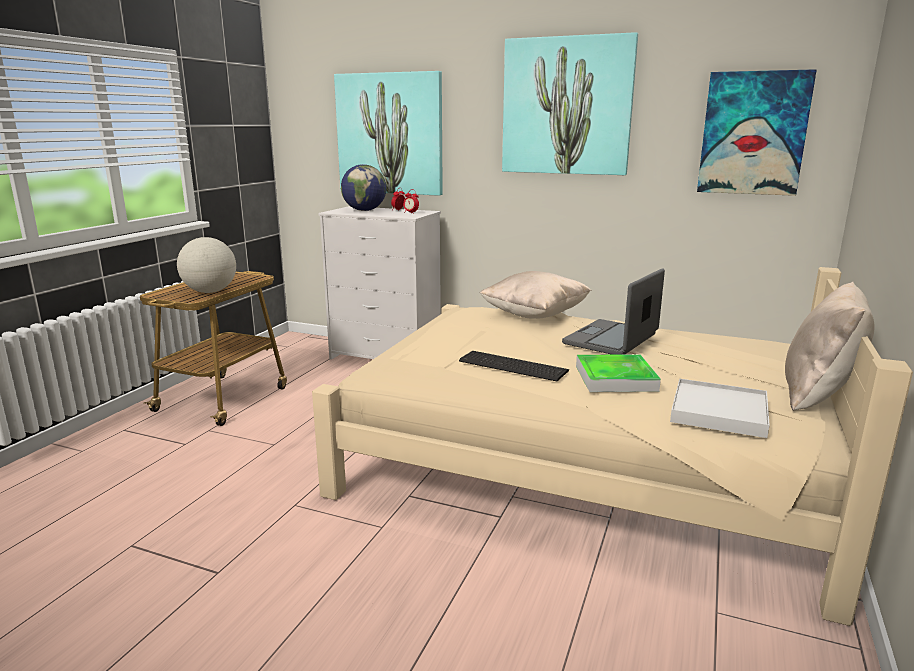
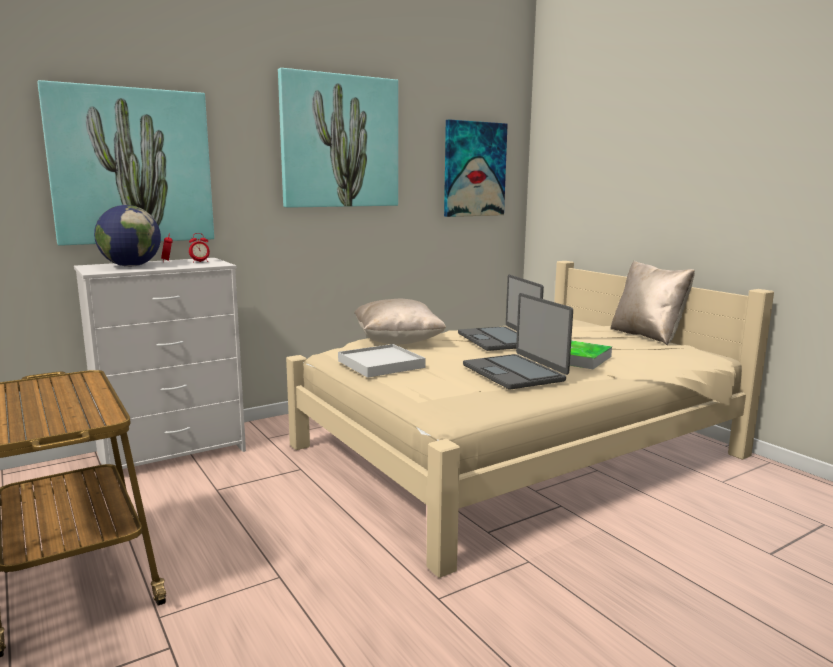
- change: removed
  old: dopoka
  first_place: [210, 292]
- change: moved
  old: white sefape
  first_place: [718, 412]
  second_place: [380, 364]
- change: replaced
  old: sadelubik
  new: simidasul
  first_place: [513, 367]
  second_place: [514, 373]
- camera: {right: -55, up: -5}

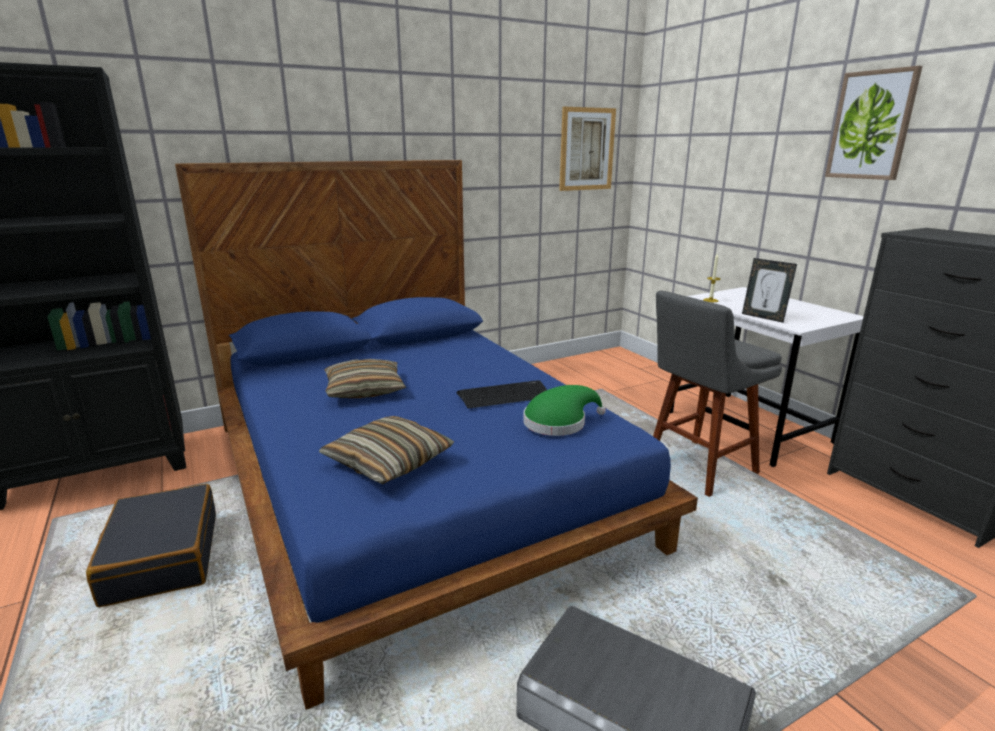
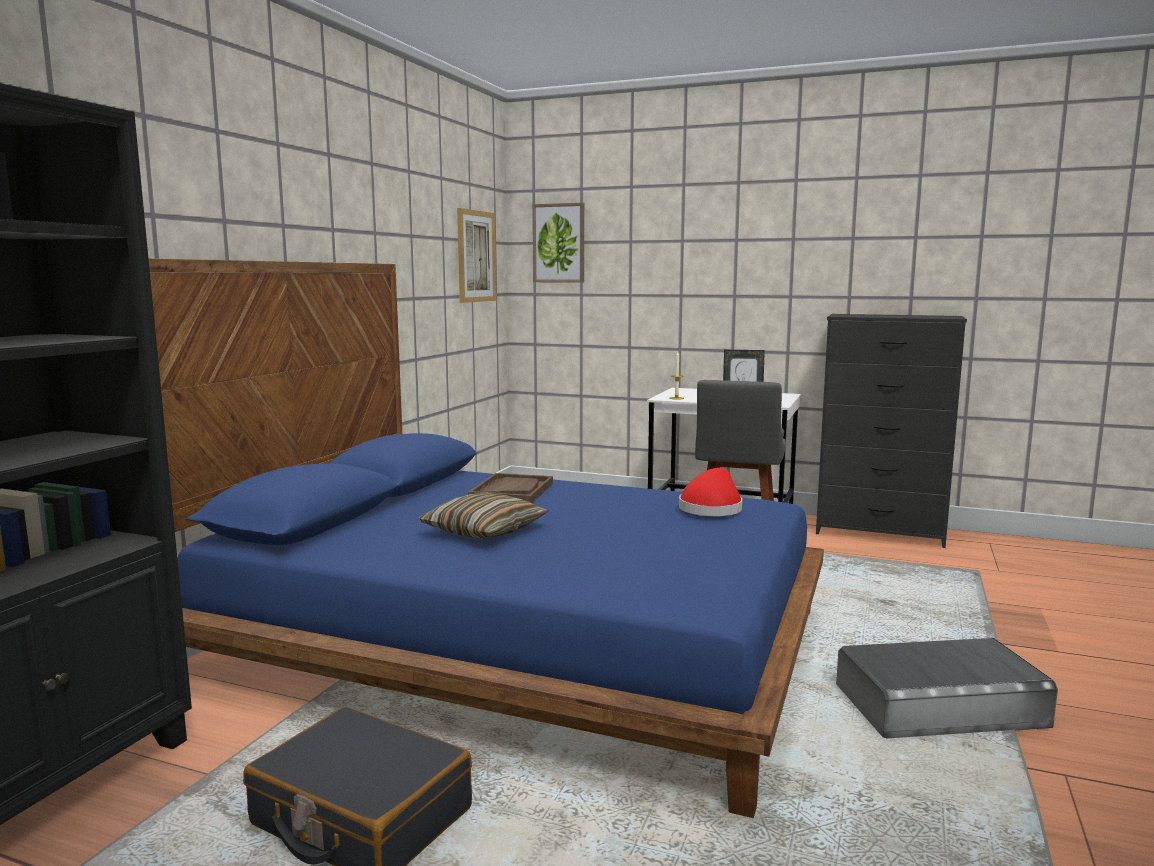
- change: removed
  old: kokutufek
  first_place: [388, 461]
- change: removed
  old: sadelubik
  first_place: [504, 395]
- change: added
  new: brown sefape
  second_place: [512, 491]
- change: moved
  old: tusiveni
  first_place: [871, 125]
  second_place: [559, 243]
- change: recoloured
  old: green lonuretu
  new: red lonuretu
  first_place: [559, 422]
  second_place: [711, 508]
- camera: {right: -40, up: -10}

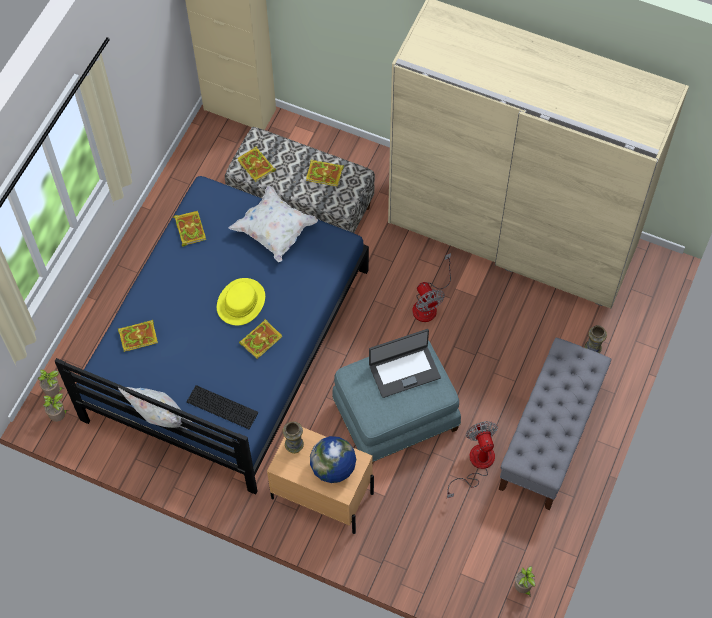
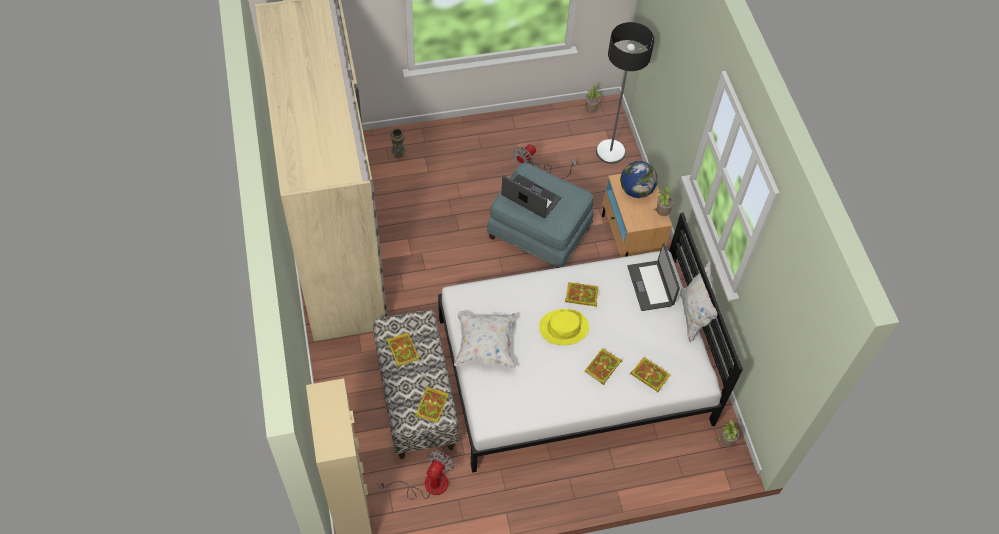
- change: removed
  old: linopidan
  first_place: [294, 446]
- change: removed
  old: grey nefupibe
  first_place: [549, 437]
- change: added
  new: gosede
  second_place: [610, 152]
- change: moved
  old: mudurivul
  first_place: [54, 392]
  second_place: [661, 213]
- change: moved
  old: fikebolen
  first_place: [189, 228]
  second_place: [602, 368]
- change: moved
  old: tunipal
  first_place: [428, 303]
  second_place: [427, 485]
- change: replaced
  old: sadelubik
  new: simidasul
  first_place: [222, 407]
  second_place: [651, 286]
- change: recoloured
  old: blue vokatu
  new: white vokatu
  first_place: [227, 343]
  second_place: [573, 370]
- camera: {right: -130, up: -5}

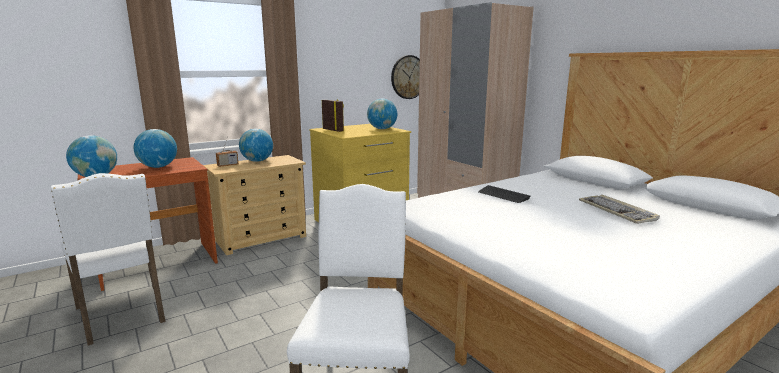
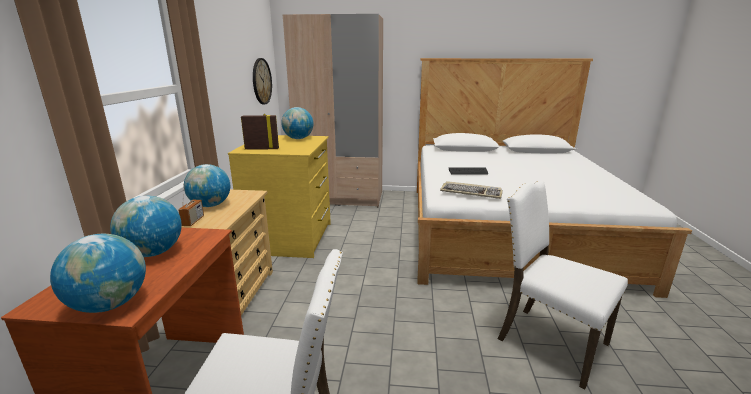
- change: moved
  old: sadelubik
  first_place: [617, 211]
  second_place: [471, 192]
- camera: {right: -50, up: 5}

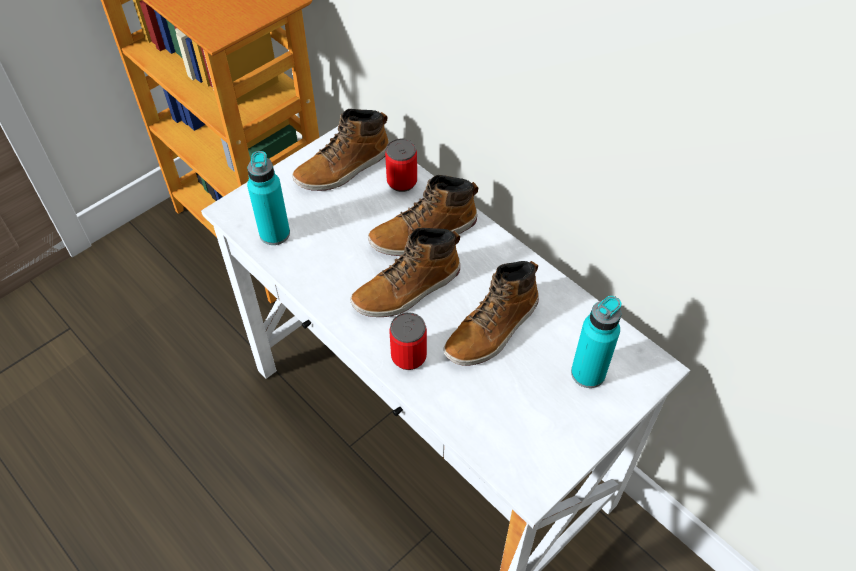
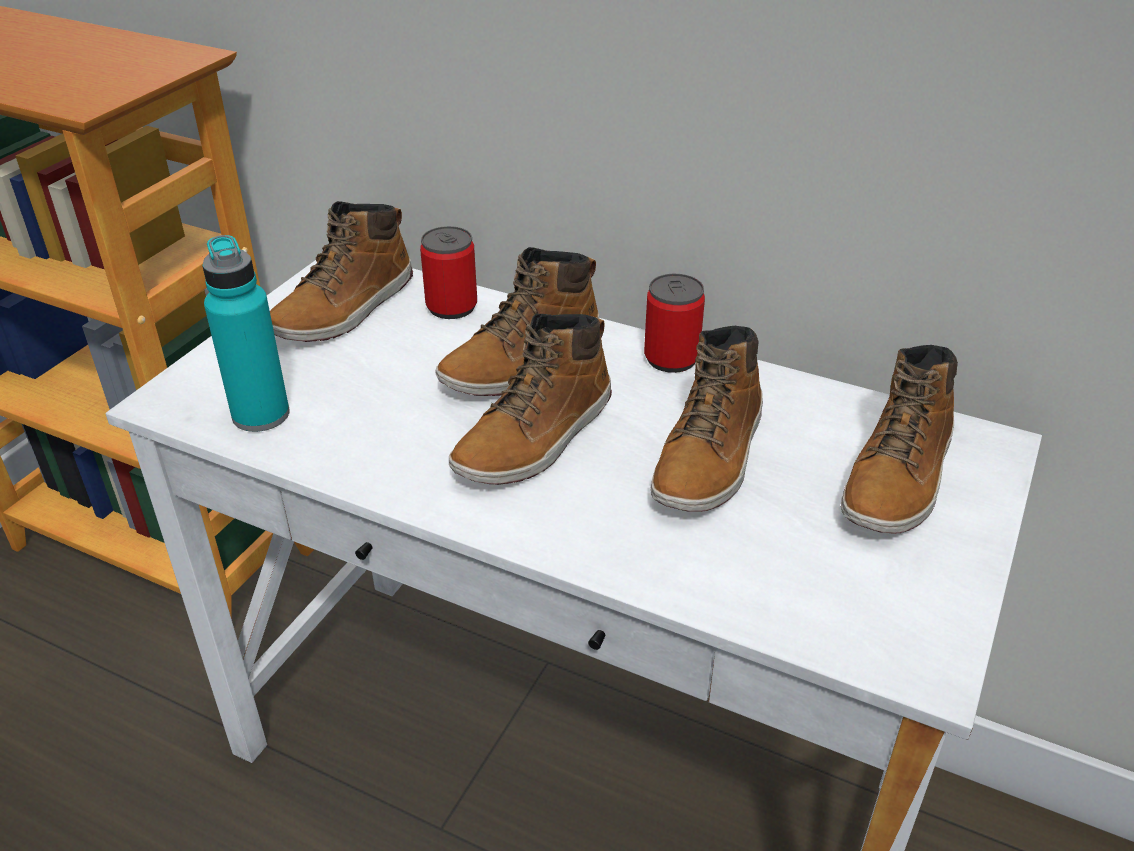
- change: moved
  old: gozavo
  first_place: [408, 356]
  second_place: [671, 358]
- change: replaced
  old: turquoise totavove
  new: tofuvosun
  first_place: [588, 373]
  second_place: [898, 477]
- camera: {right: -20, up: -15}

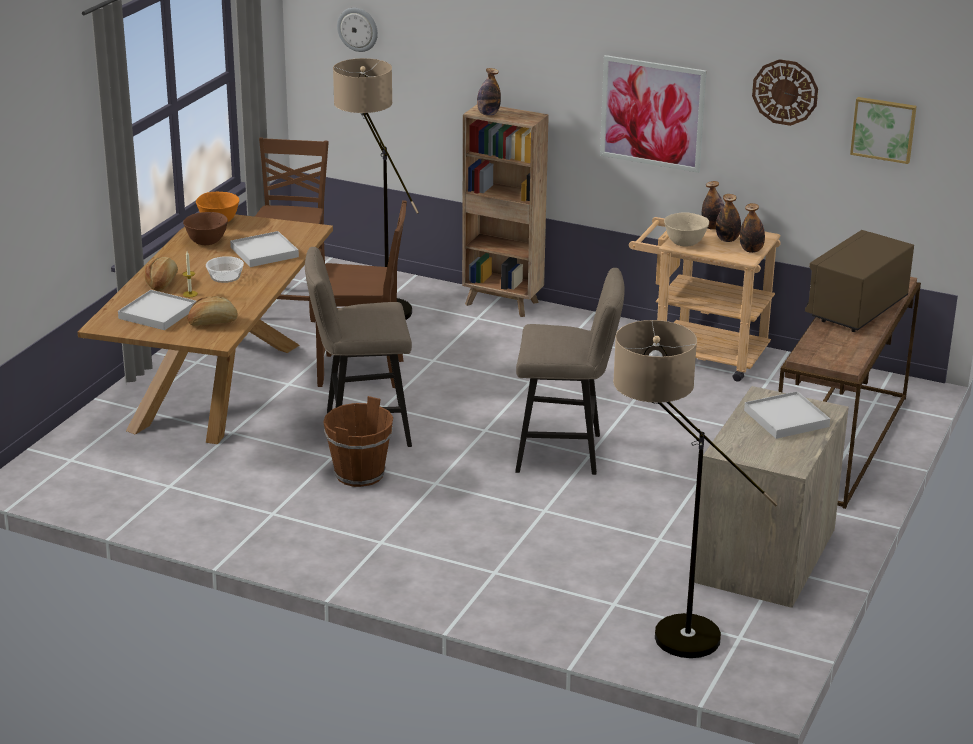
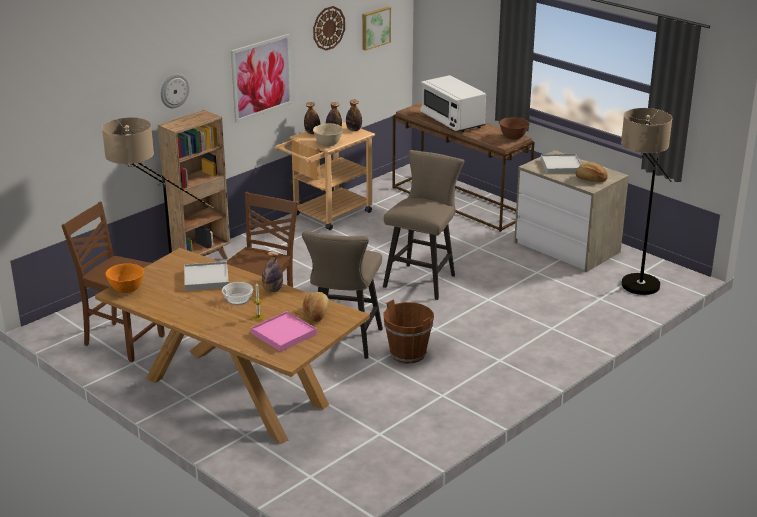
- change: moved
  old: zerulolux
  first_place: [162, 283]
  second_place: [590, 179]
- change: moved
  old: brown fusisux
  first_place: [207, 242]
  second_place: [513, 137]
- change: moved
  old: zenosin
  first_place: [358, 29]
  second_place: [174, 90]
- change: moved
  old: totavove
  first_place: [488, 114]
  second_place: [272, 290]
- change: recoloured
  old: white sefape
  new: pink sefape
  first_place: [157, 313]
  second_place: [283, 334]
- change: recoloured
  old: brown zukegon
  new: white zukegon
  first_place: [856, 308]
  second_place: [452, 121]
- camera: {right: -70, up: 0}

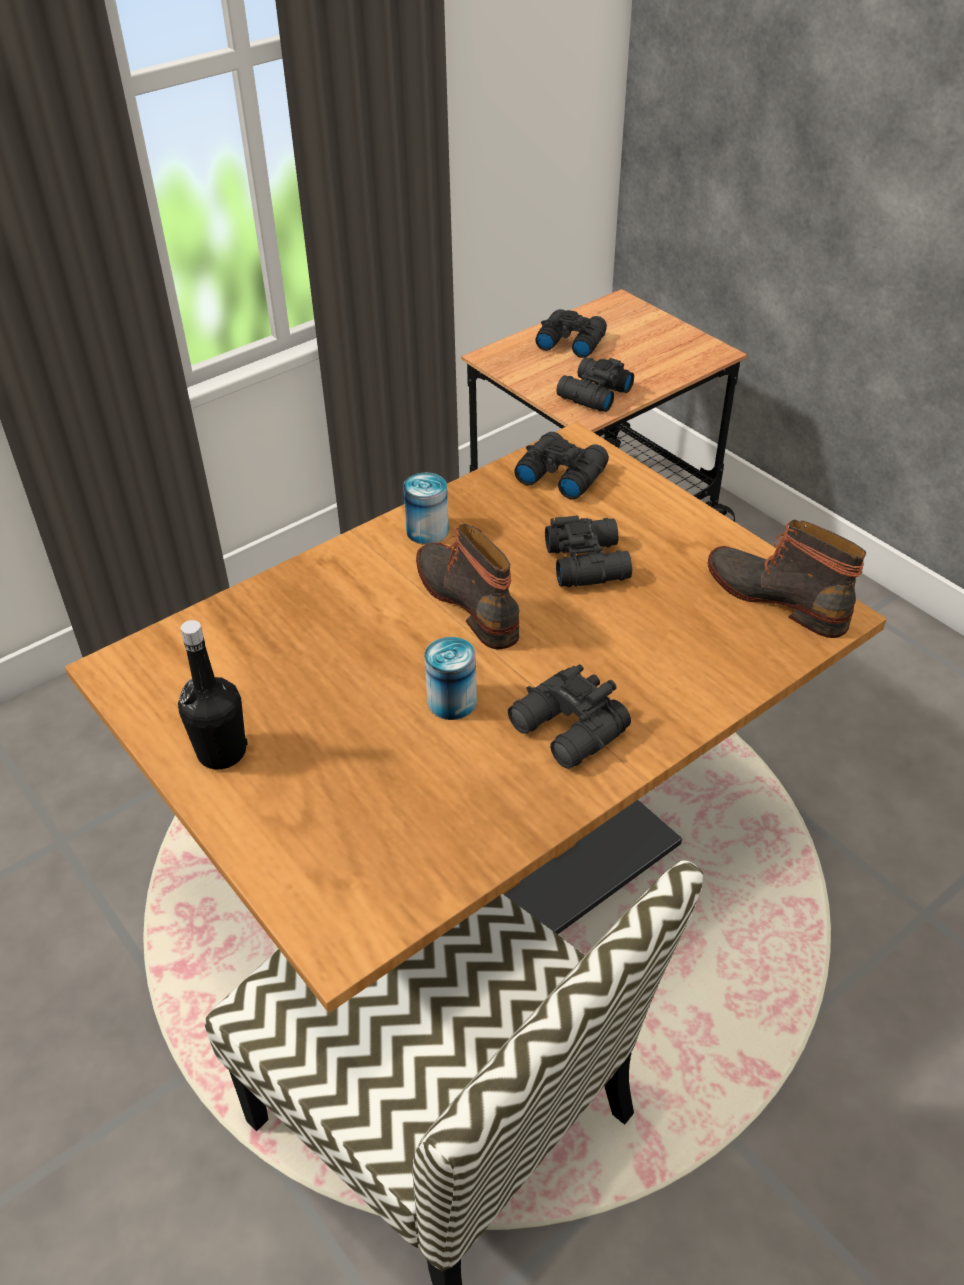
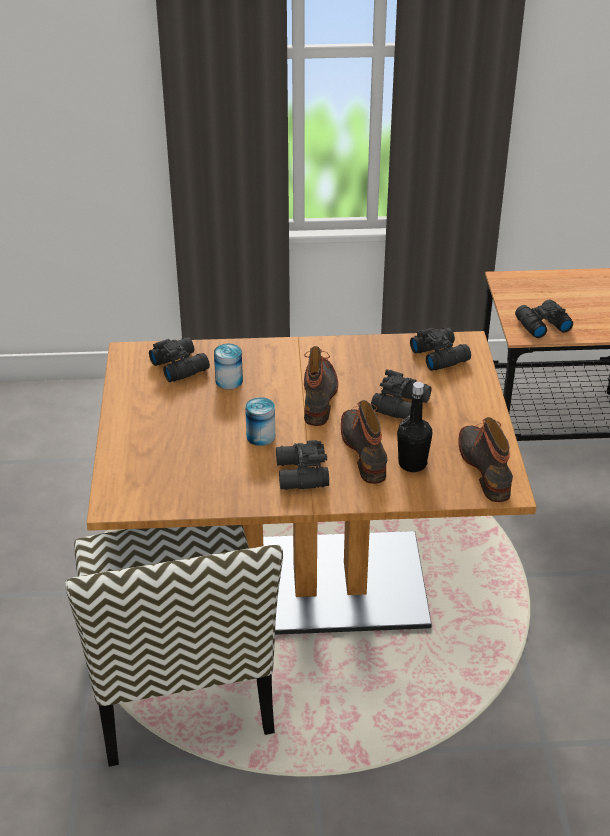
- change: added
  new: tofuvosun
  second_place: [365, 450]
- change: moved
  old: black totavove
  first_place: [222, 752]
  second_place: [412, 464]
- change: moved
  old: gozavo
  first_place: [427, 531]
  second_place: [229, 381]
- change: moved
  old: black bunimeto
  first_place: [570, 342]
  second_place: [180, 365]
- camera: {right: 35, up: -5}

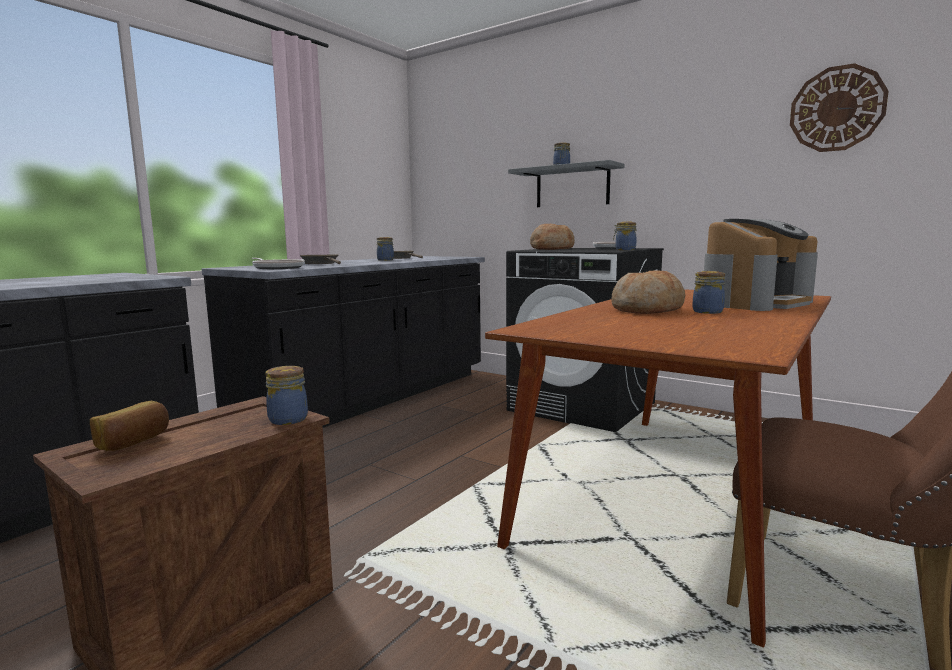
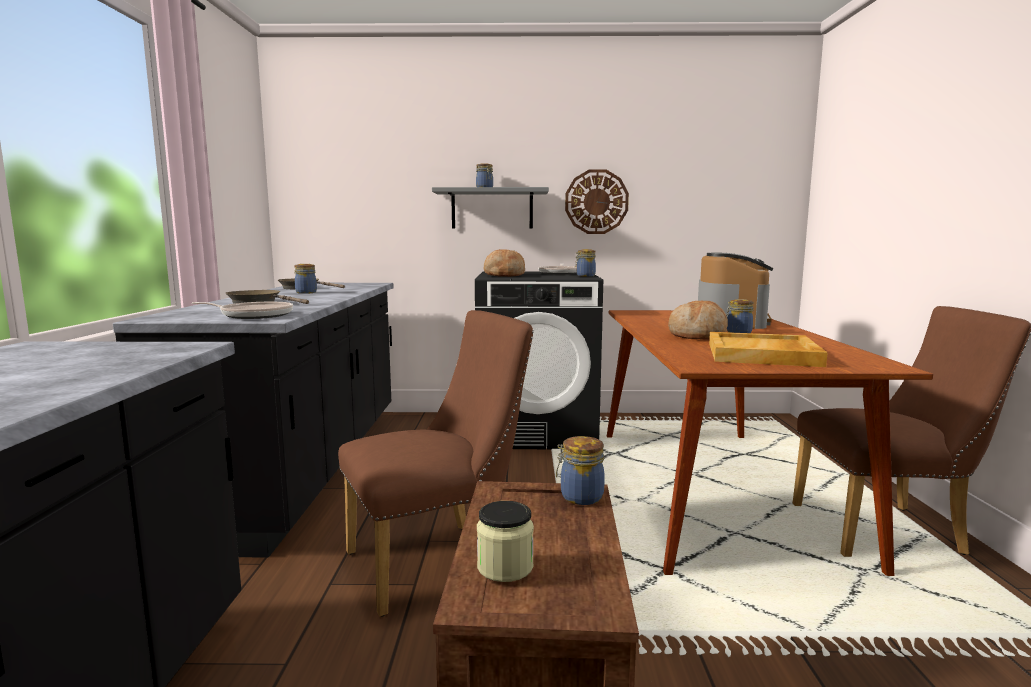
- change: added
  new: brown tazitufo
  second_place: [440, 562]
- change: added
  new: beige sefape
  second_place: [763, 354]
- change: moved
  old: zenosin
  first_place: [837, 109]
  second_place: [596, 202]
- change: replaced
  old: zerulolux
  new: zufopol
  first_place: [134, 441]
  second_place: [505, 567]
- camera: {right: -35, up: 0}

